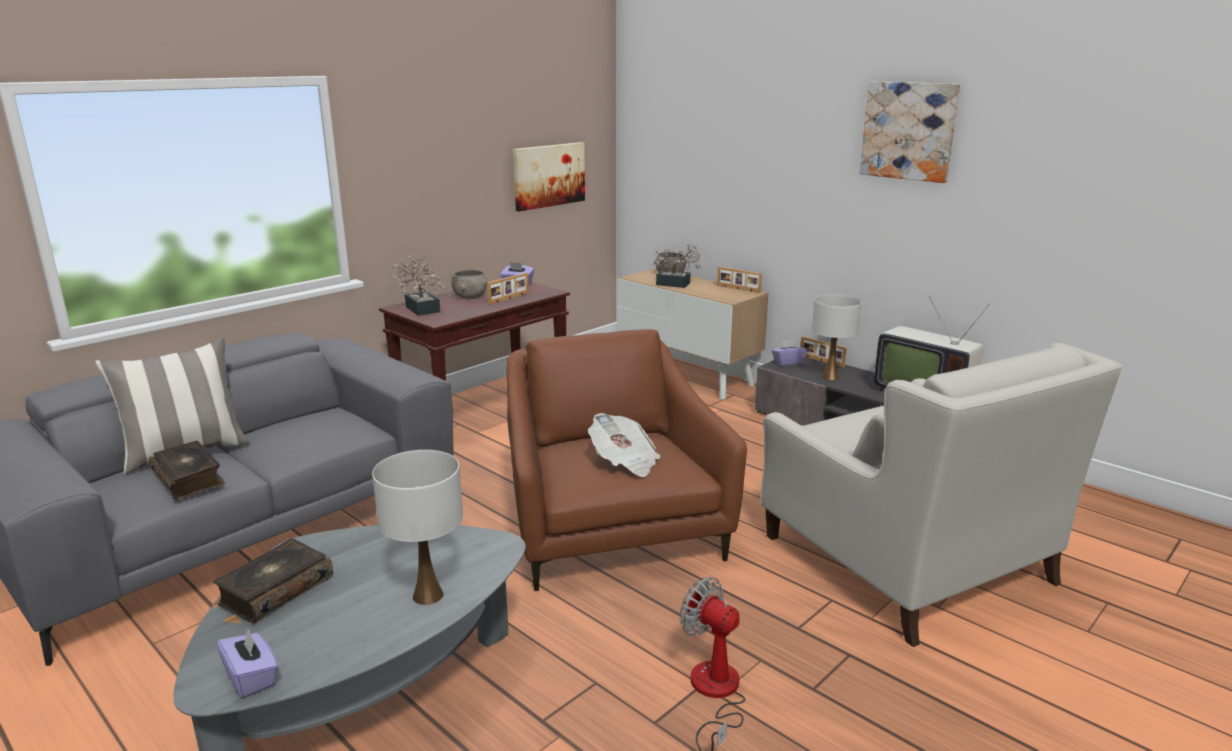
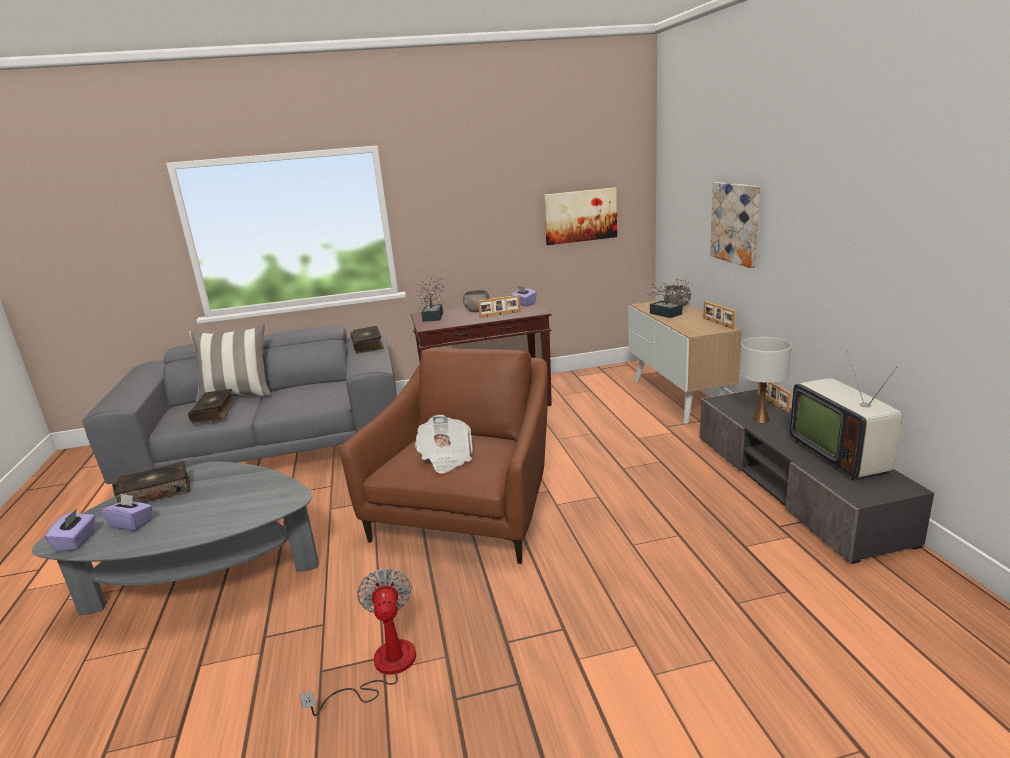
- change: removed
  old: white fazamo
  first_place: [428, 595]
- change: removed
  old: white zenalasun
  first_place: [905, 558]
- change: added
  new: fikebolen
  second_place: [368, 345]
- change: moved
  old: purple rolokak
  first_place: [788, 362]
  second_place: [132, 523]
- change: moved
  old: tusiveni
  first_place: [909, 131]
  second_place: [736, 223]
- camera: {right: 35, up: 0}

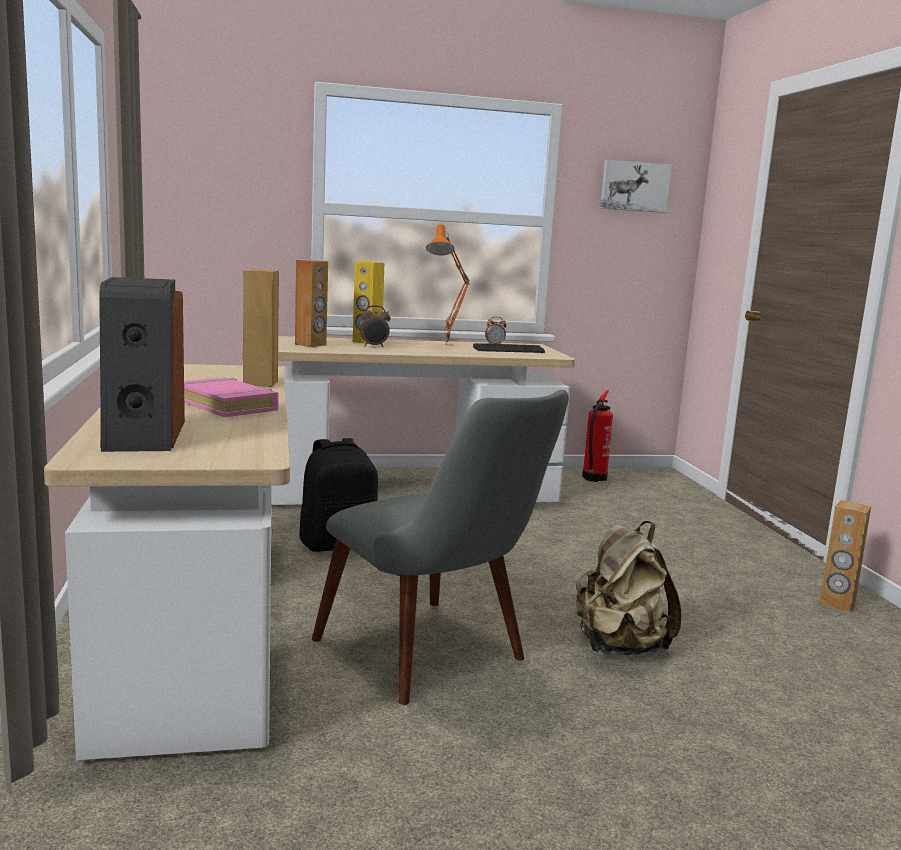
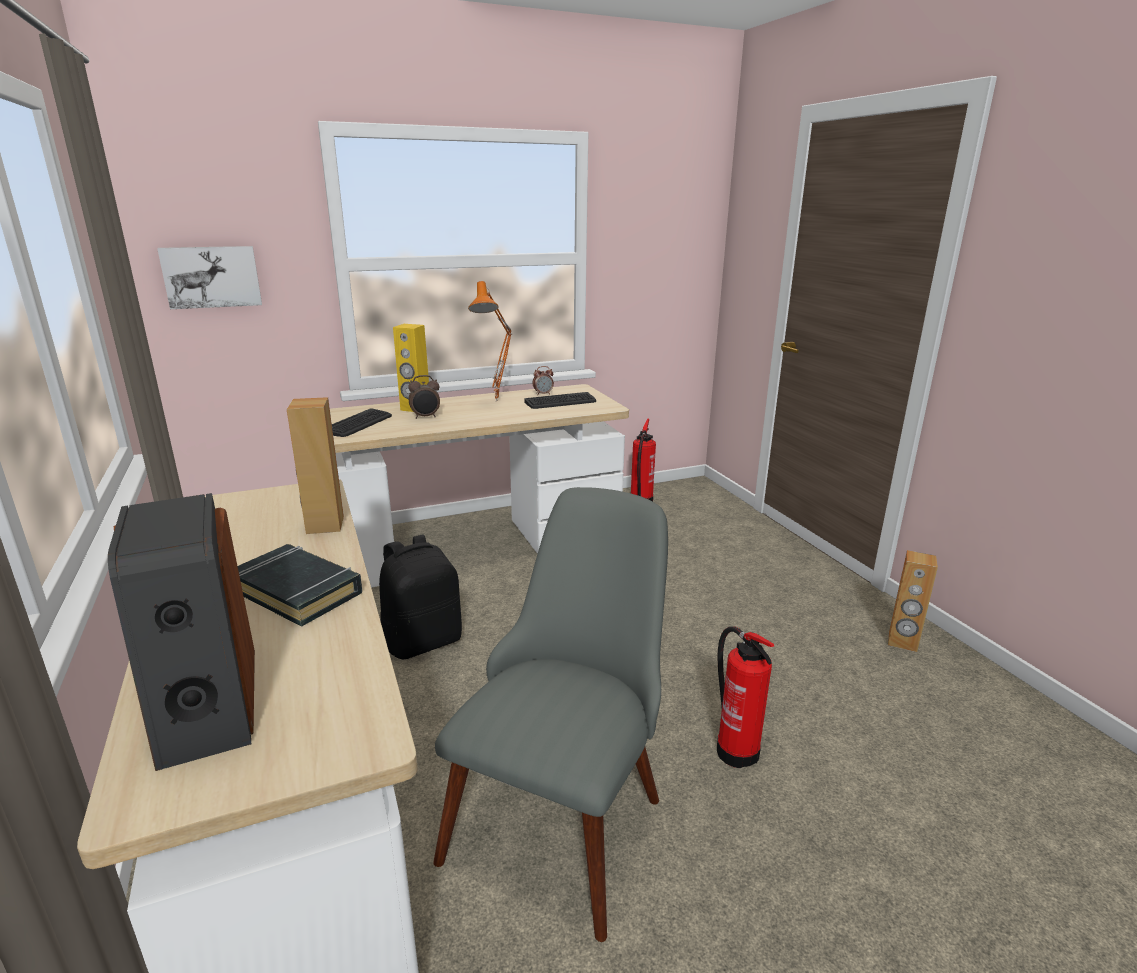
- change: moved
  old: tusiveni
  first_place: [634, 186]
  second_place: [212, 276]
- change: replaced
  old: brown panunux
  new: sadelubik
  first_place: [311, 345]
  second_place: [358, 424]
- change: replaced
  old: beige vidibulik
  new: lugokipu
  first_place: [619, 647]
  second_place: [735, 748]
- change: recoloured
  old: pink fikebolen
  new: black fikebolen
  first_place: [226, 405]
  second_place: [297, 591]
- change: turned
  old: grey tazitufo
  first_place: [436, 659]
  second_place: [566, 808]
  degrees: -105
- camera: {right: -10, up: 10}

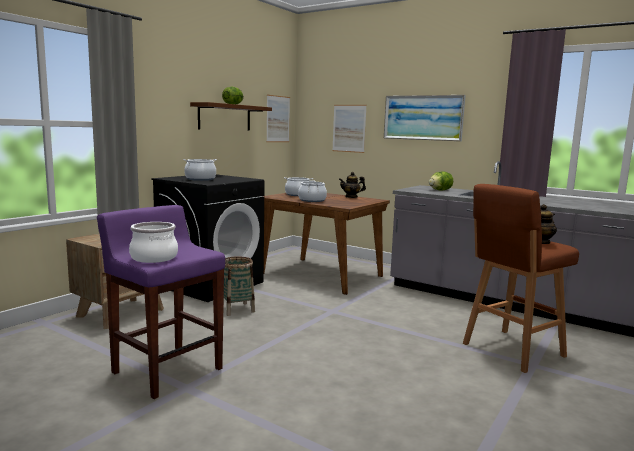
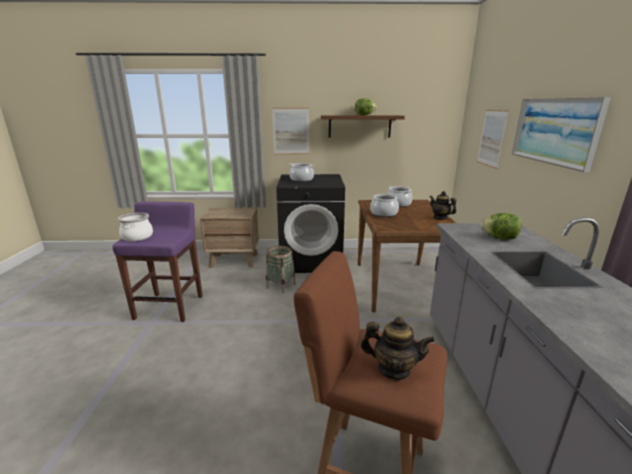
- change: moved
  old: tusiveni
  first_place: [278, 119]
  second_place: [291, 131]
- camera: {right: 55, up: 10}

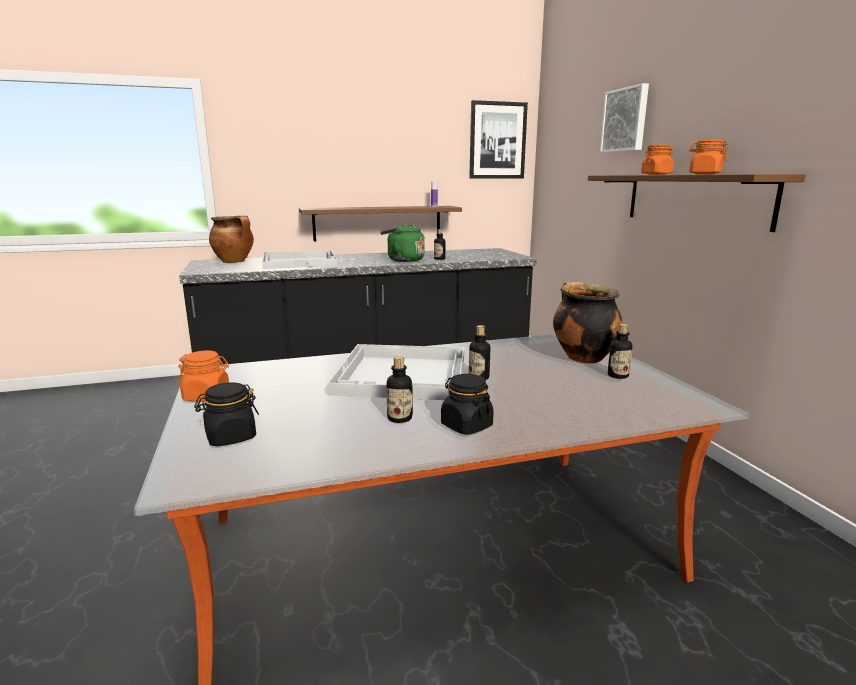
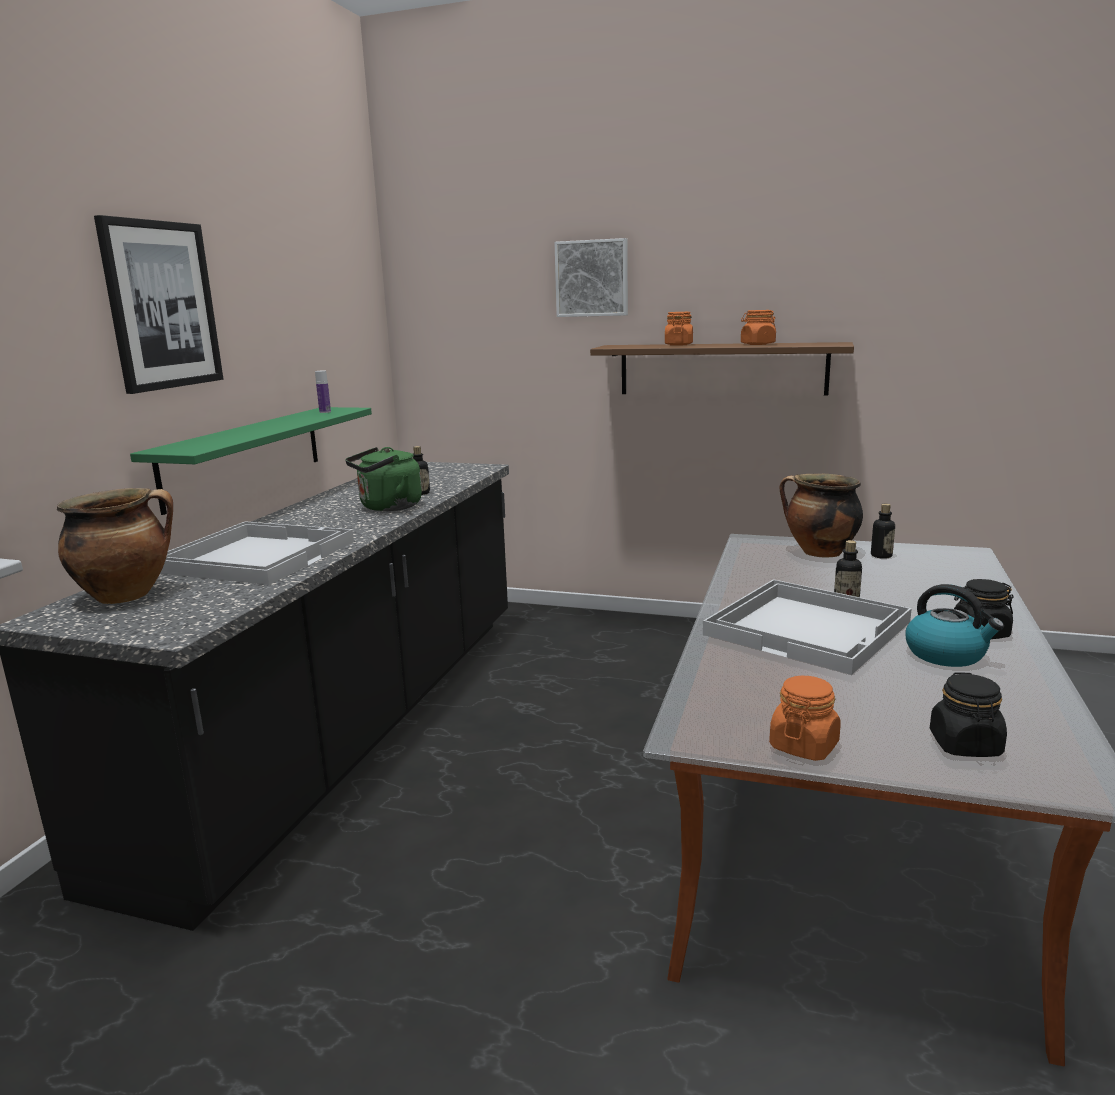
- change: moved
  old: tusiveni
  first_place: [497, 140]
  second_place: [161, 305]
- change: replaced
  old: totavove
  new: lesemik
  first_place: [399, 418]
  second_place: [947, 654]
- change: recoloured
  old: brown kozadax
  new: green kozadax
  first_place: [378, 223]
  second_place: [244, 455]
- camera: {right: -55, up: 0}

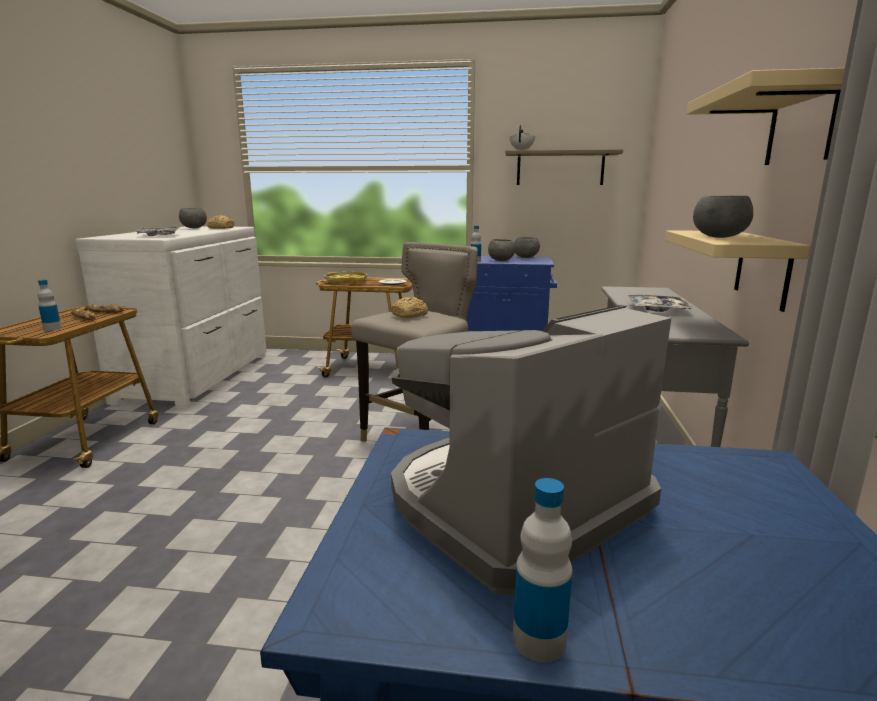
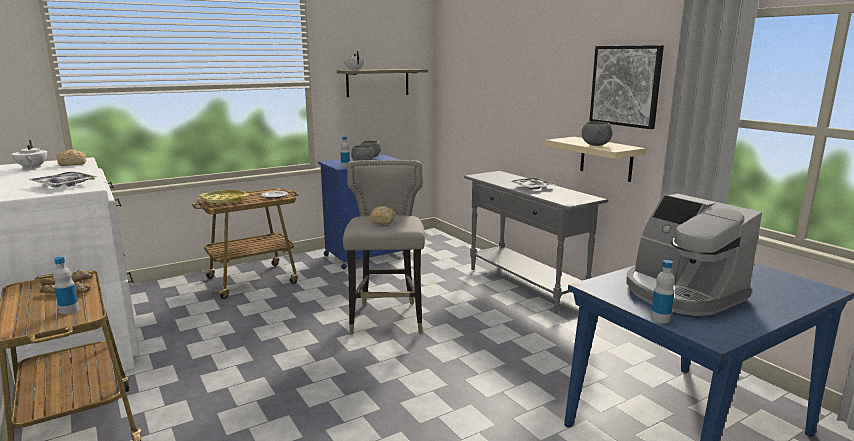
- change: moved
  old: totavove
  first_place: [539, 640]
  second_place: [660, 319]
- change: replaced
  old: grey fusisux
  new: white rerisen
  first_place: [194, 228]
  second_place: [32, 168]
- change: replaced
  old: beige kozadax
  new: tusiveni
  first_place: [801, 125]
  second_place: [625, 86]
- change: turned
  old: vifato
  first_place: [513, 507]
  second_place: [681, 293]
  degrees: -45
- camera: {right: -40, up: 0}

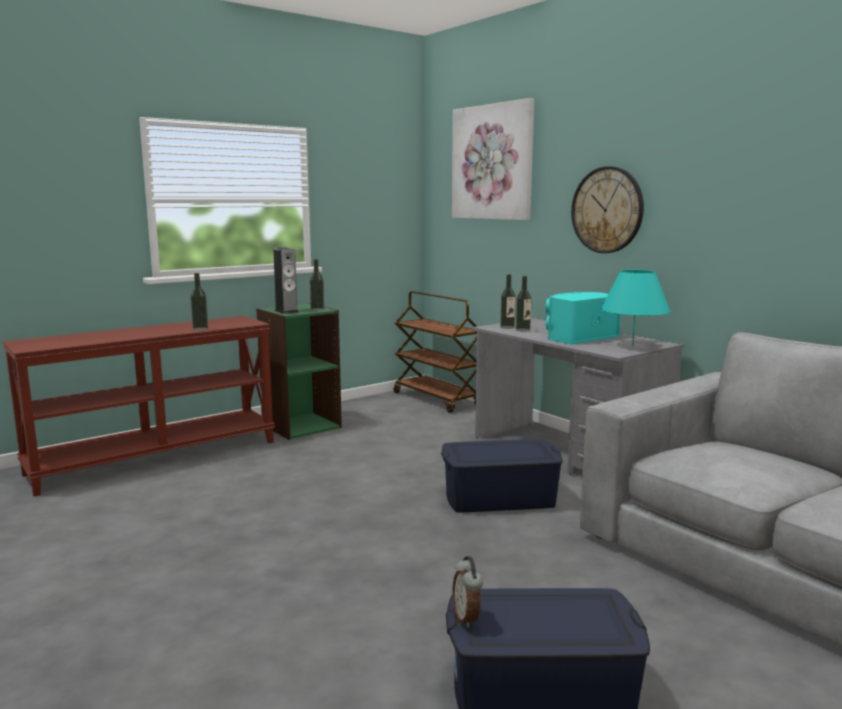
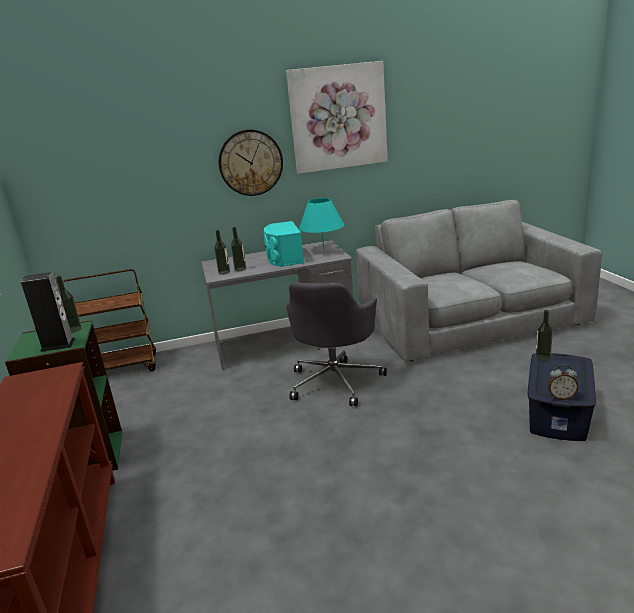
- change: moved
  old: totavove
  first_place: [200, 329]
  second_place: [543, 358]
- change: moved
  old: tusiveni
  first_place: [492, 162]
  second_place: [338, 117]
- change: replaced
  old: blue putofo
  new: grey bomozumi
  first_place: [499, 497]
  second_place: [336, 381]
- camera: {right: -65, up: 10}

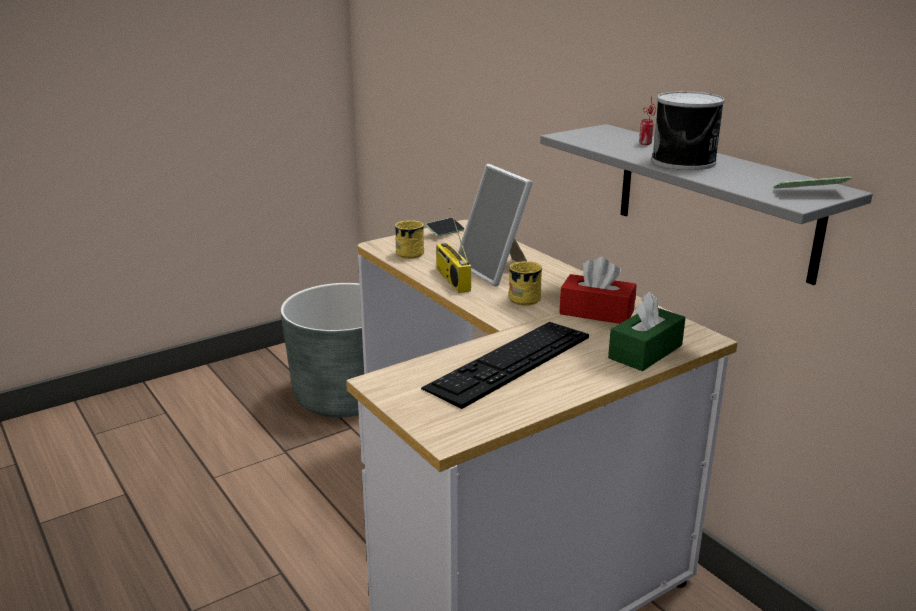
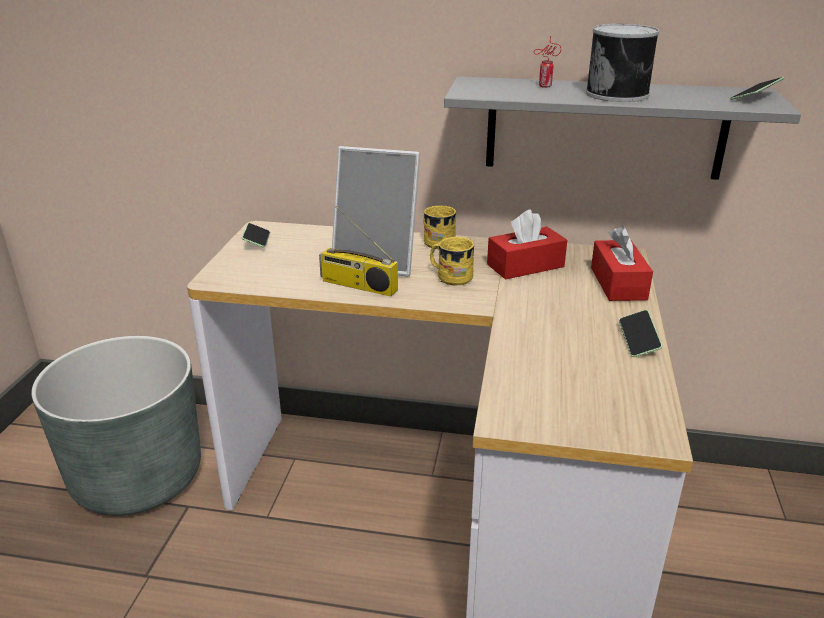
- change: removed
  old: sadelubik
  first_place: [509, 362]
- change: added
  new: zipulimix
  second_place: [638, 341]
- change: moved
  old: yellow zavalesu
  first_place: [411, 252]
  second_place: [436, 241]
- change: recoloured
  old: green rolokak
  new: red rolokak
  first_place: [645, 352]
  second_place: [618, 283]
- camera: {right: -45, up: 5}

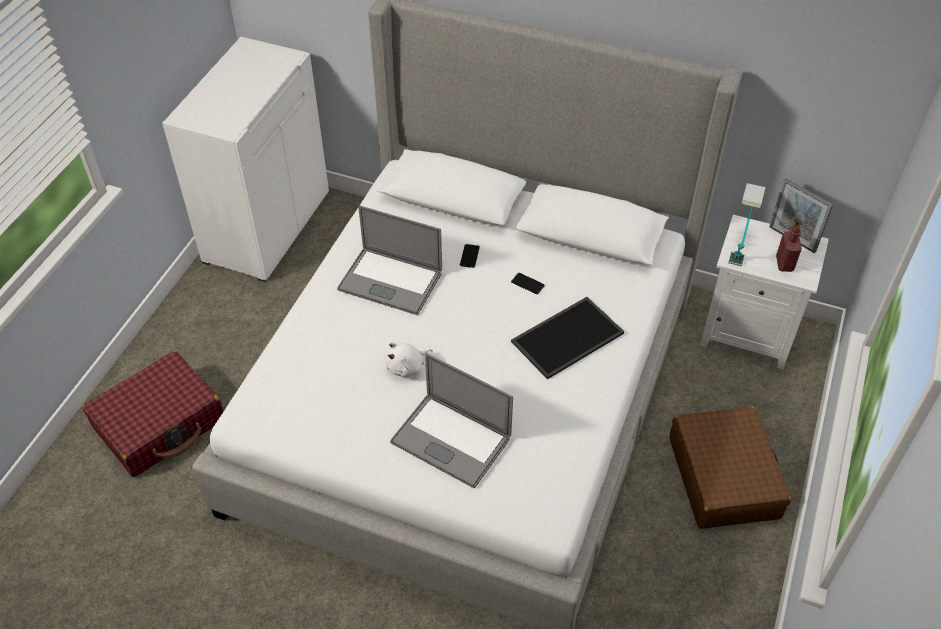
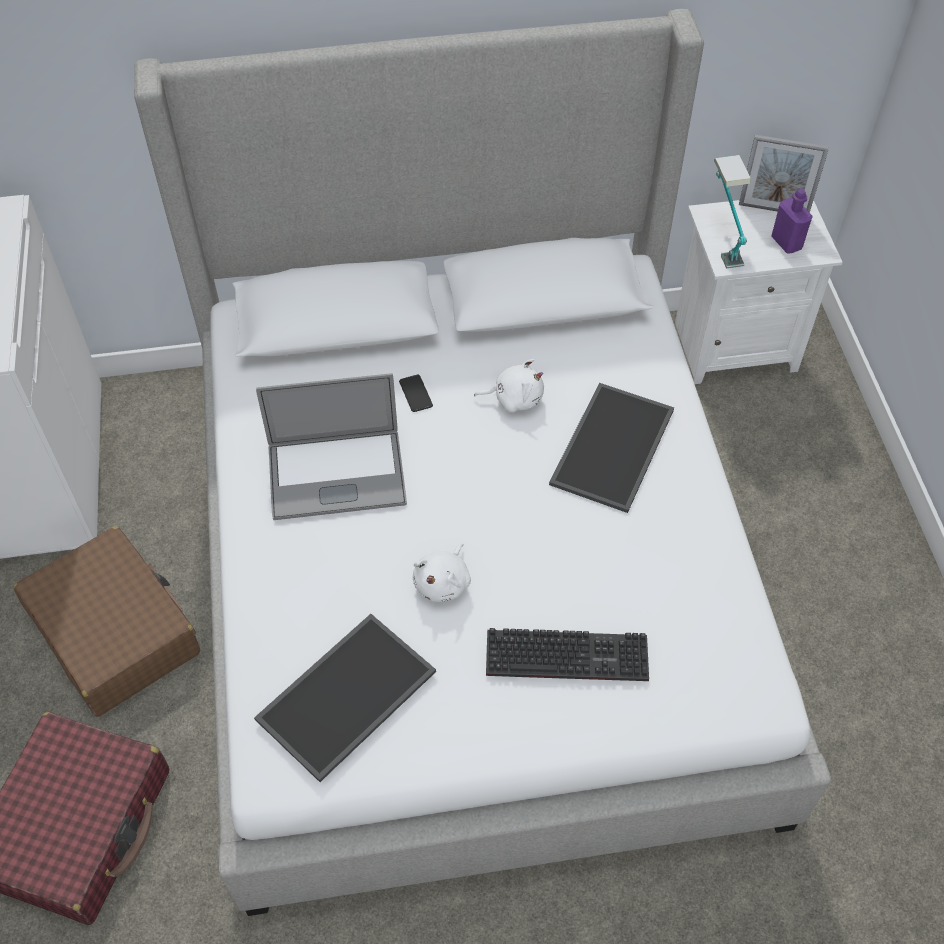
- change: added
  new: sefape
  second_place: [346, 692]
- change: moved
  old: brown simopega
  first_place: [723, 476]
  second_place: [114, 631]
- change: replaced
  old: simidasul
  new: sadelubik
  first_place: [450, 440]
  second_place: [569, 653]
- change: replaced
  old: zipulimix
  new: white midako
  first_place: [527, 284]
  second_place: [514, 398]
- change: recoloured
  old: red totavove
  new: purple totavove
  first_place: [784, 264]
  second_place: [786, 243]
- camera: {right: -30, up: 5}

